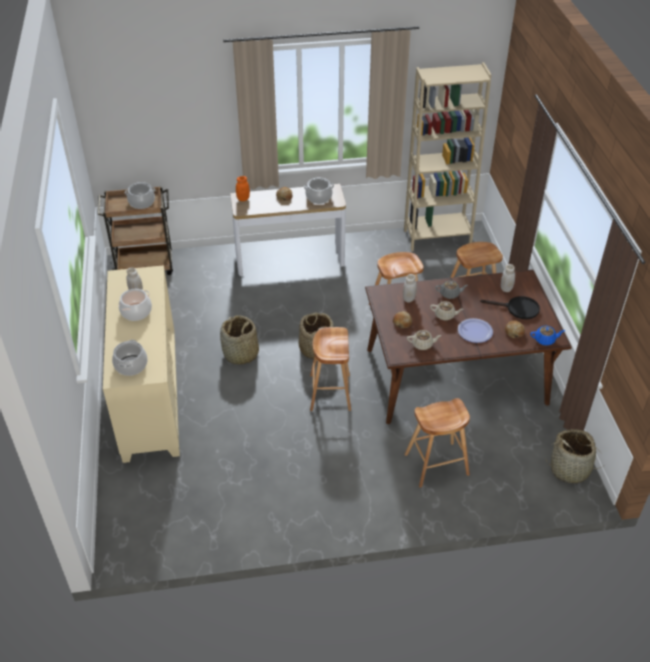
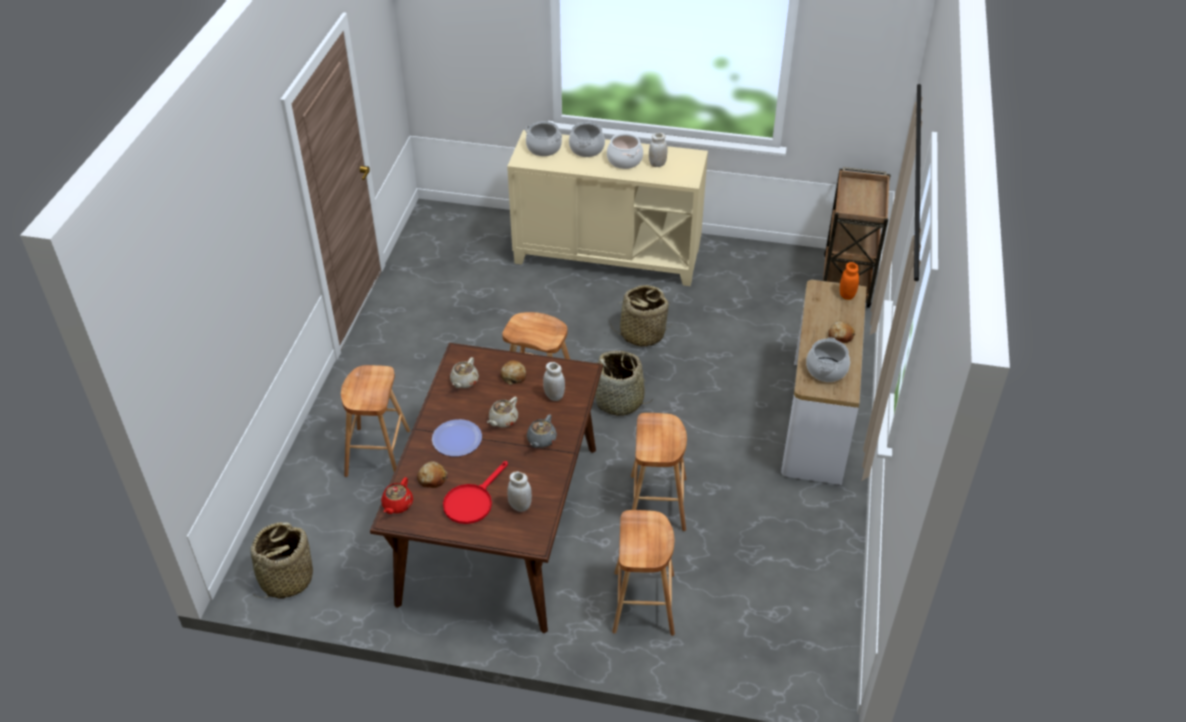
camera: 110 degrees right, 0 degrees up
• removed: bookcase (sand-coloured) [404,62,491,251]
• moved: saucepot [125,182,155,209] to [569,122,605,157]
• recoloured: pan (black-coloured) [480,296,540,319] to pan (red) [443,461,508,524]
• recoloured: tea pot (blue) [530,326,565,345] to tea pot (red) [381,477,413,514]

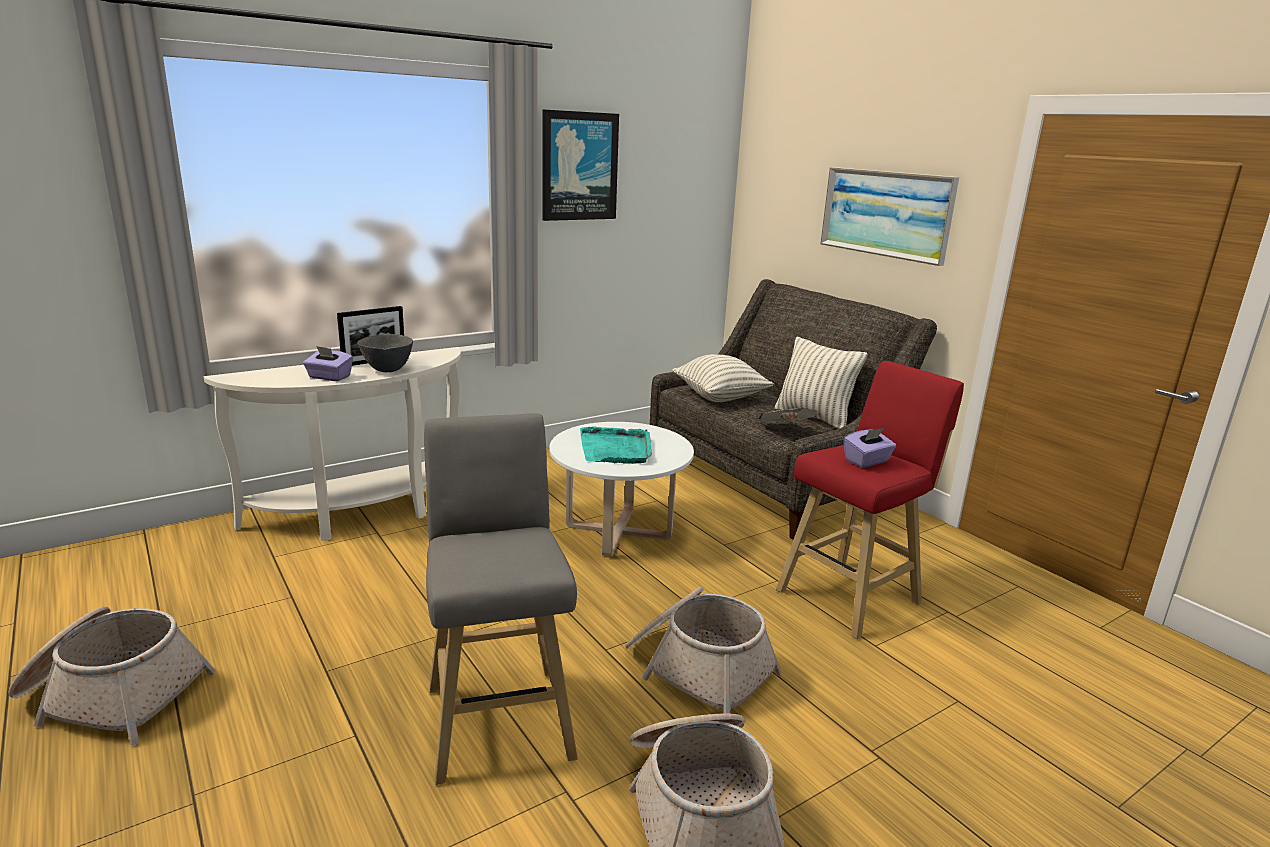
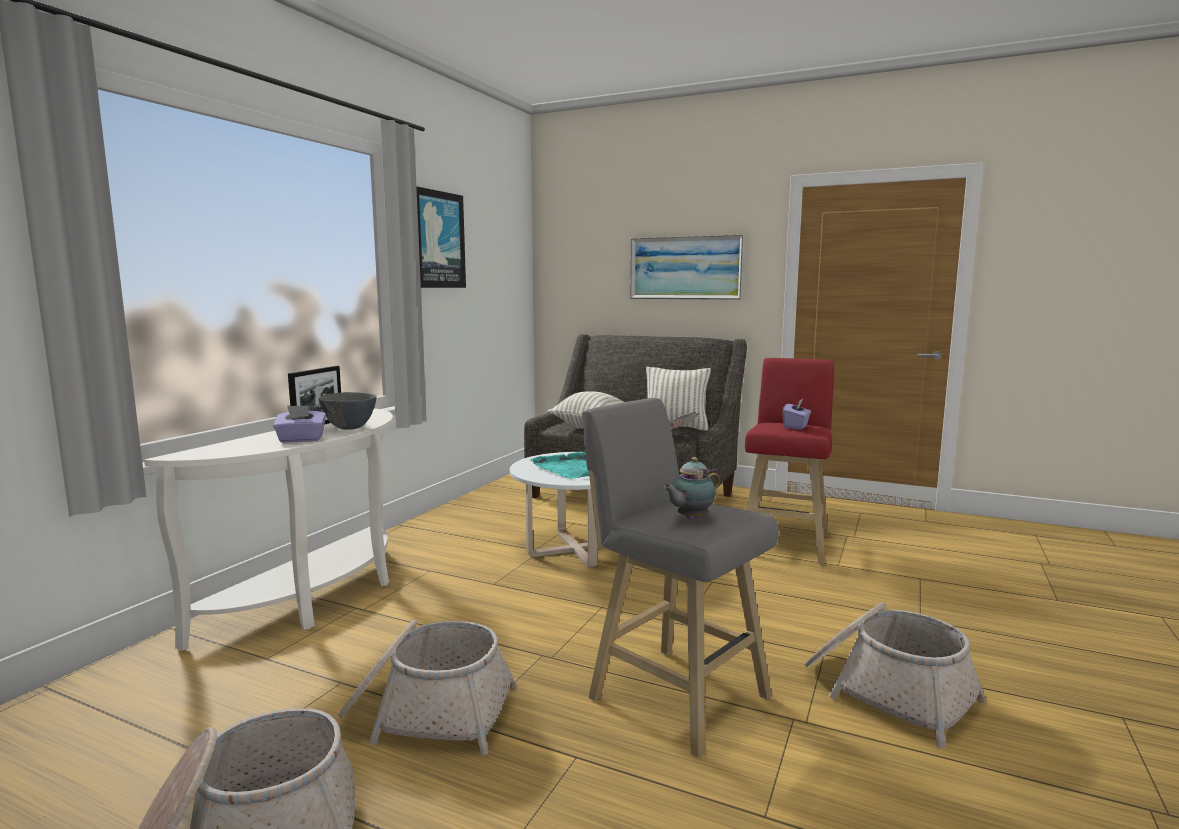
camera: 30 degrees left, 10 degrees down
• added: tea pot [663,457,720,519]
• moved: household basket [625,587,782,714] to [338,620,517,755]

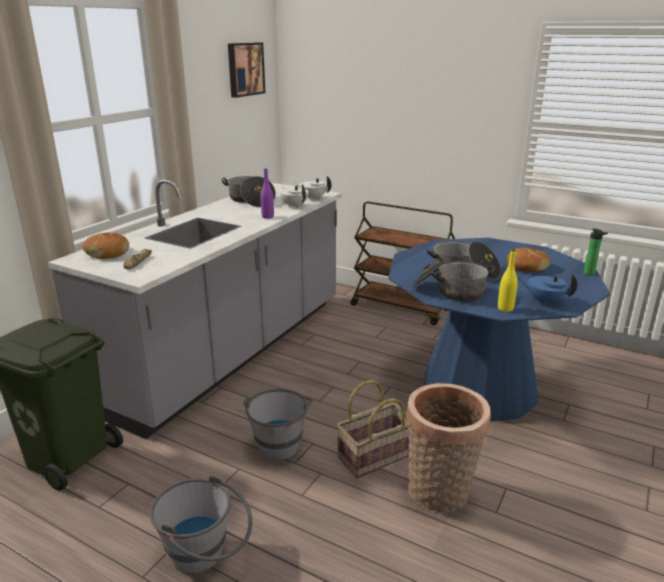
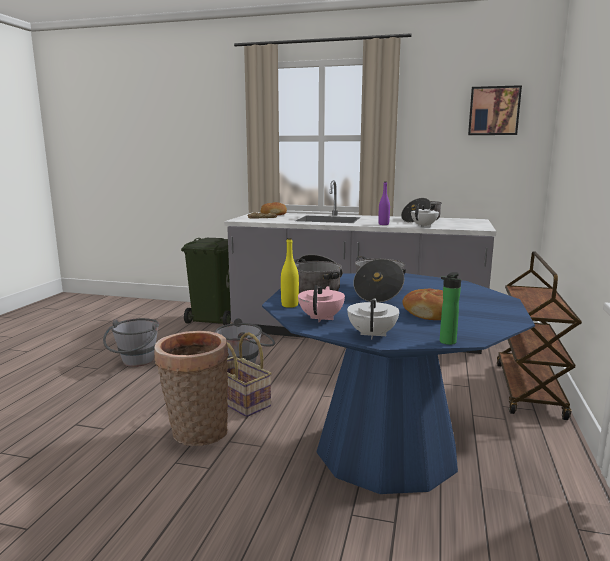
camera: 75 degrees right, 10 degrees down
• moved: tea pot (whitish) [294,176,332,200] to [347,298,399,340]
• recoloured: tea pot (blue) [517,274,578,305] to tea pot (pink-coloured) [298,285,345,323]

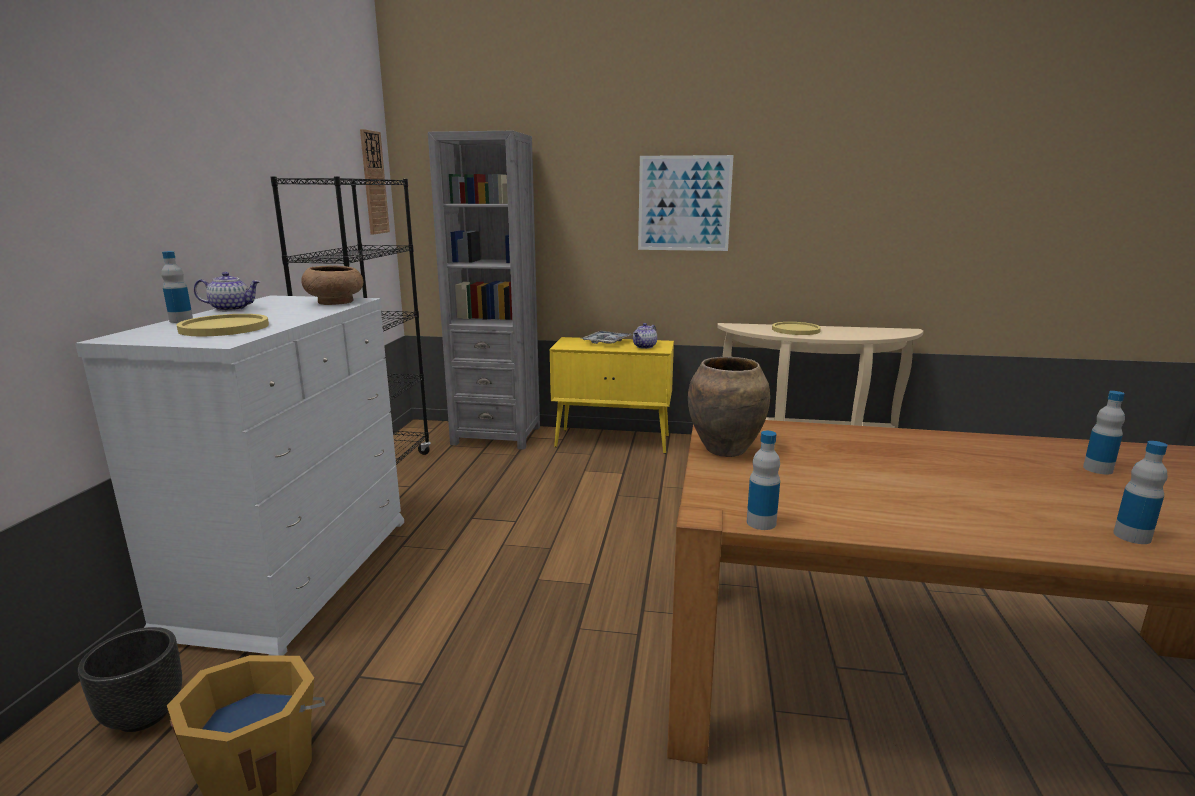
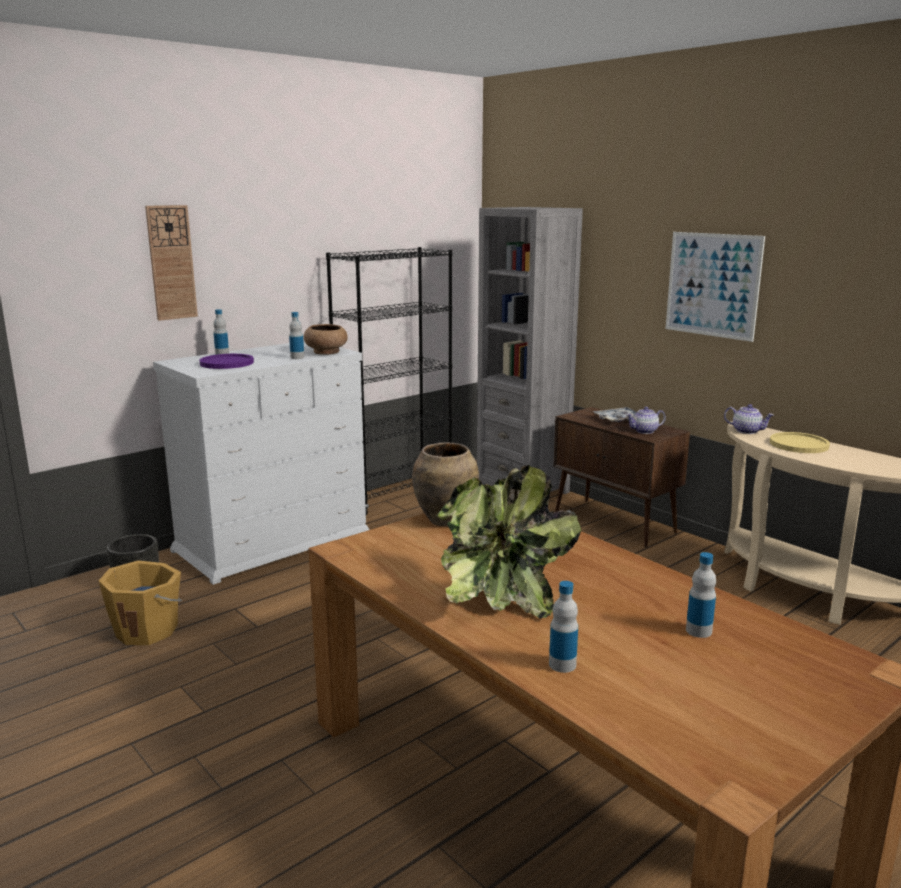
camera: 40 degrees right, 0 degrees up
• added: potted plant [436,465,581,618]
• moved: tea pot [194,272,261,311] to [724,404,774,434]
• moved: hanging clock [360,129,390,234] to [145,205,198,321]
• moved: beverage bottle [747,431,780,530] to [289,312,304,359]
• recoloured: flat dish (yellow) [176,314,269,336] to flat dish (purple) [200,354,254,369]
• recoloured: cabinet (yellow) [550,337,674,454] to cabinet (brown-coloured) [554,407,690,547]

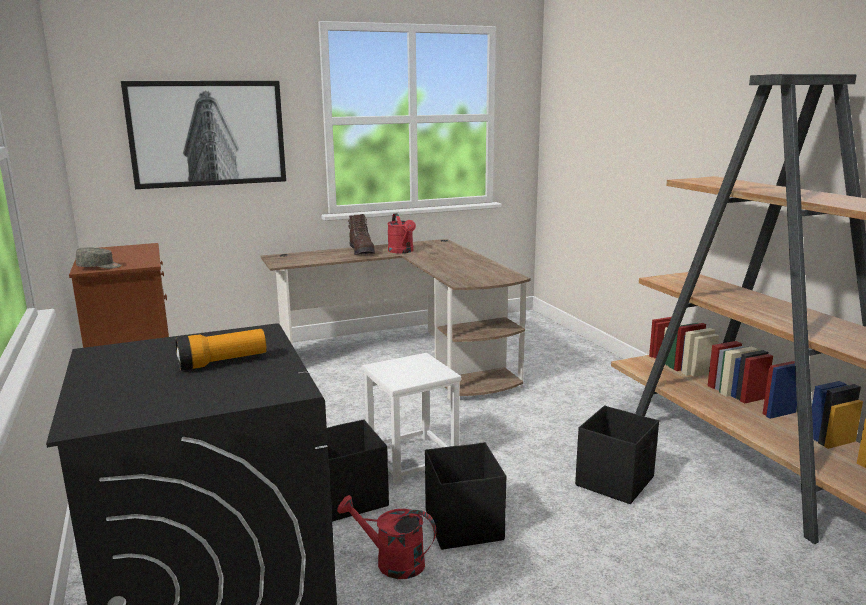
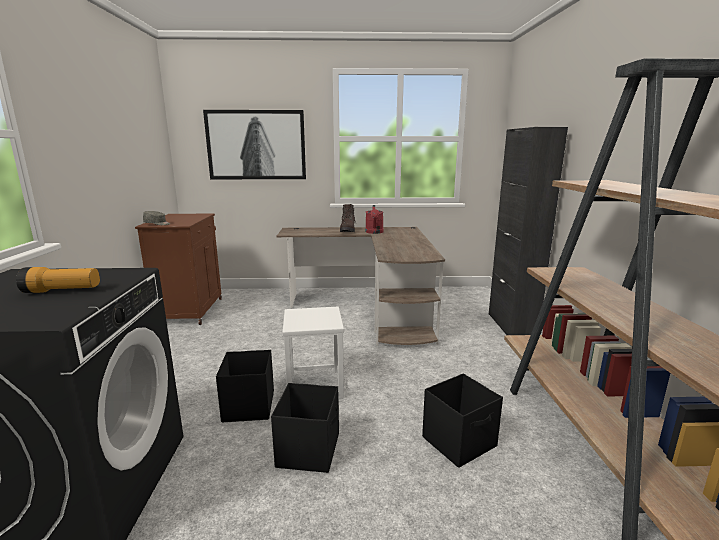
camera: 20 degrees right, 0 degrees up
• removed: watering can (red) [337,495,436,579]
• added: cabinet (black-coloured) [489,127,568,335]

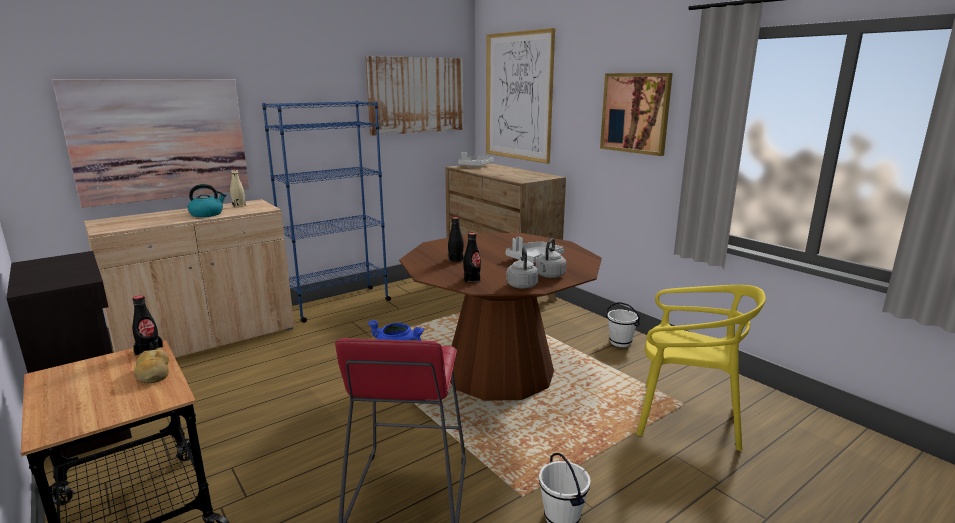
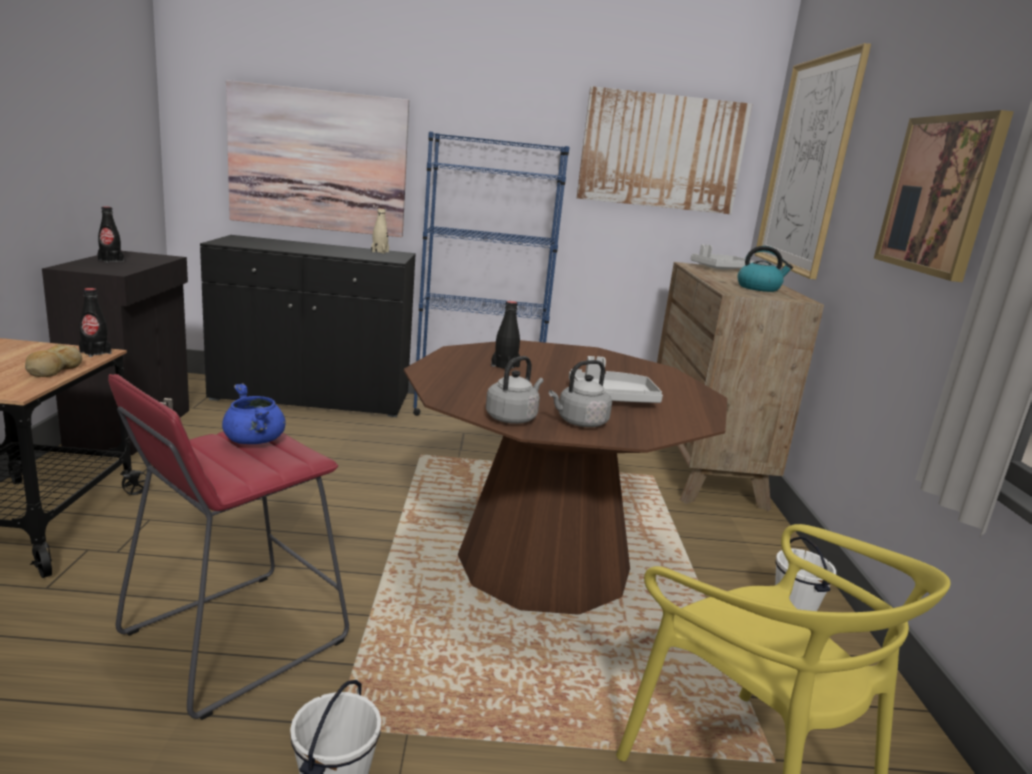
camera: 35 degrees right, 0 degrees up
• moved: tea kettle [187,184,227,217] to [738,246,793,292]
• moved: beverage bottle (black-coloured) [463,233,481,282] to [98,206,124,263]
• recoloured: cabinet (sand-coloured) [84,199,294,358] to cabinet (black-coloured) [200,235,416,417]

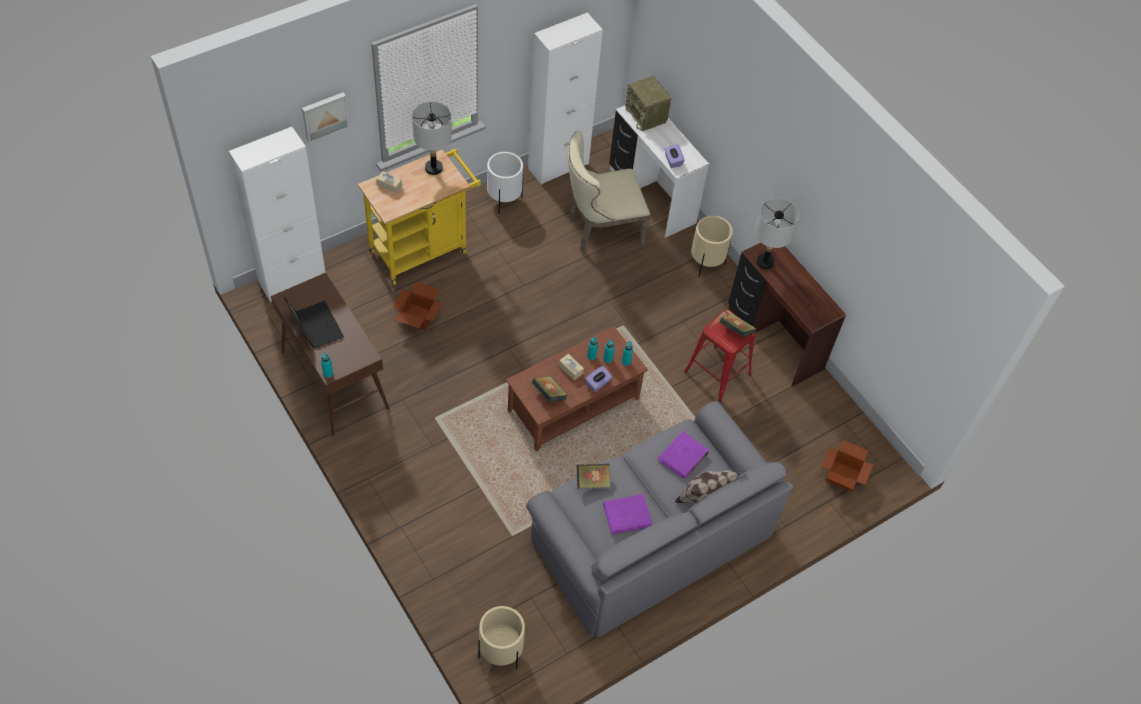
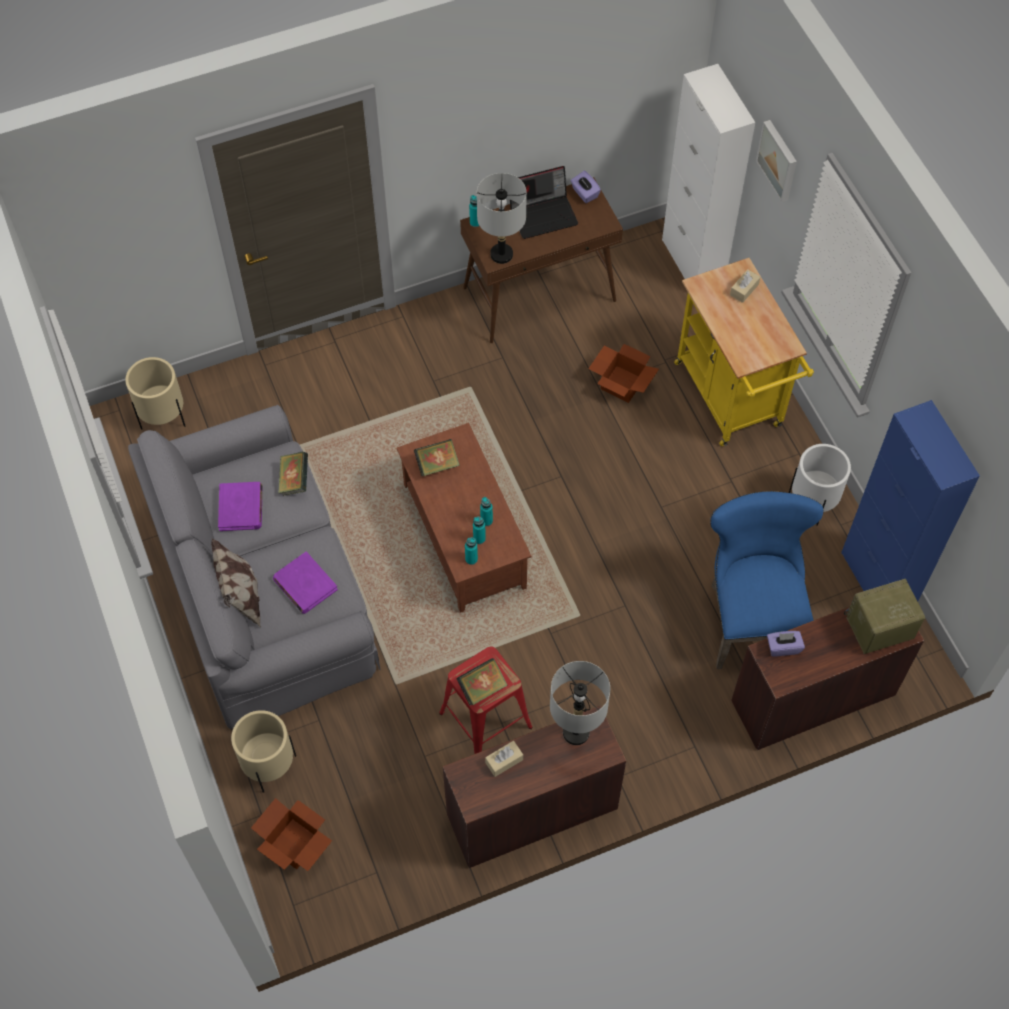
camera: 105 degrees right, 5 degrees up
• moved: lamp for a table (grey) [412,102,452,175] to [477,173,527,264]
• moved: box of tissues (sand-coloured) [559,354,584,380] to [485,741,523,777]
• moved: box of tissues (purple) [585,366,612,392] to [571,171,601,203]
• moved: plant pot (sand-coloured) [691,216,733,277] to [231,710,296,793]
• recoloured: cabinet (whitish) [528,13,603,185] to cabinet (blue) [841,400,980,601]
• recoloured: upright chair (sand-coloured) [568,131,650,253] to upright chair (blue) [710,491,824,669]
• recoloured: desk unit (whitish) [609,105,709,238] to desk unit (brown-coloured) [731,607,924,750]

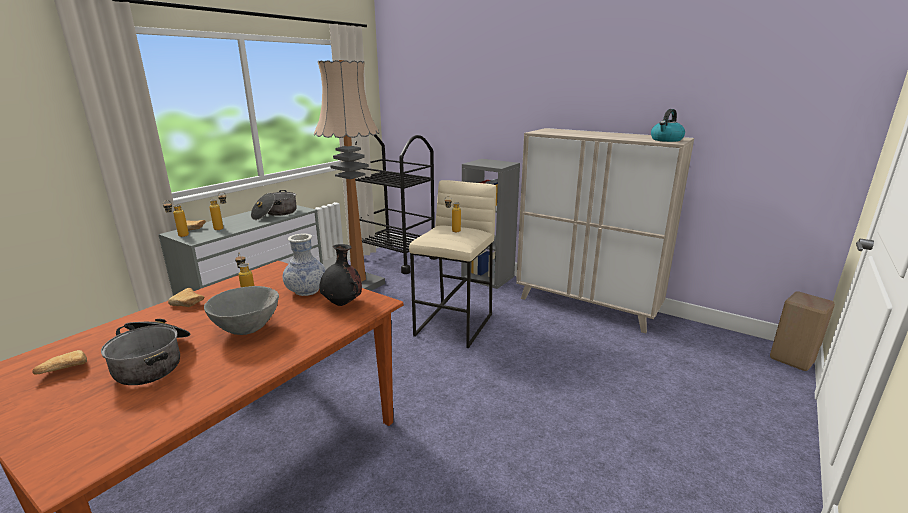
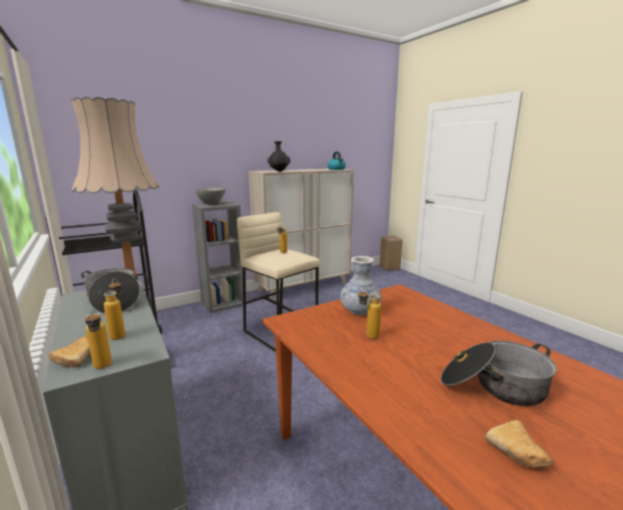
camera: 65 degrees left, 5 degrees down
• removed: baked bread [168,288,204,307]
• moved: serving bowl (grey) [204,286,279,335] to [195,188,226,204]
• moved: vase (black-coloured) [320,244,362,306] to [267,141,290,172]

